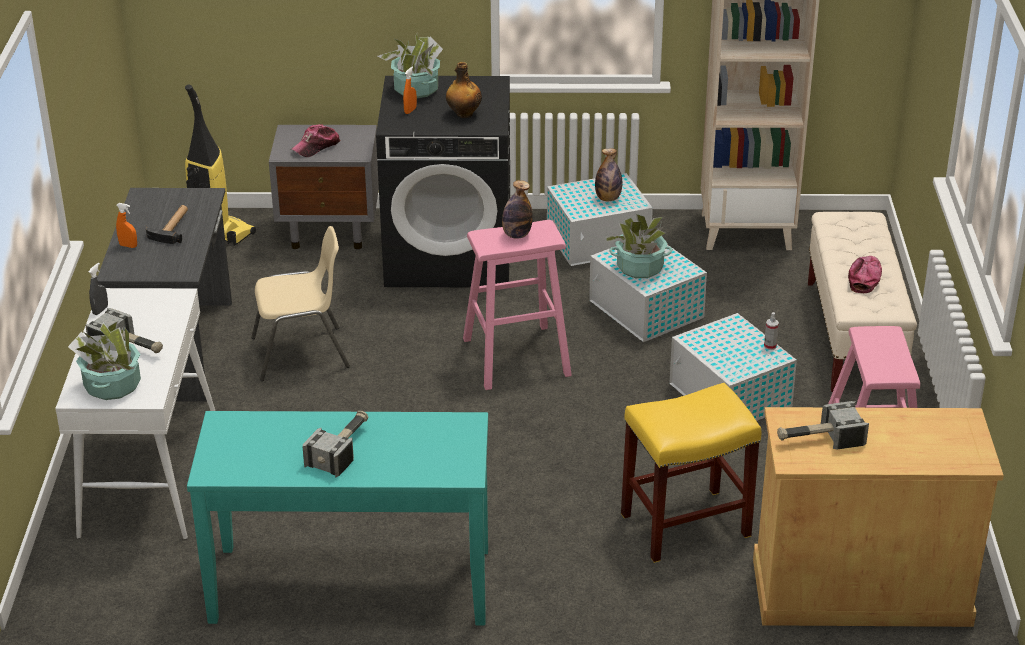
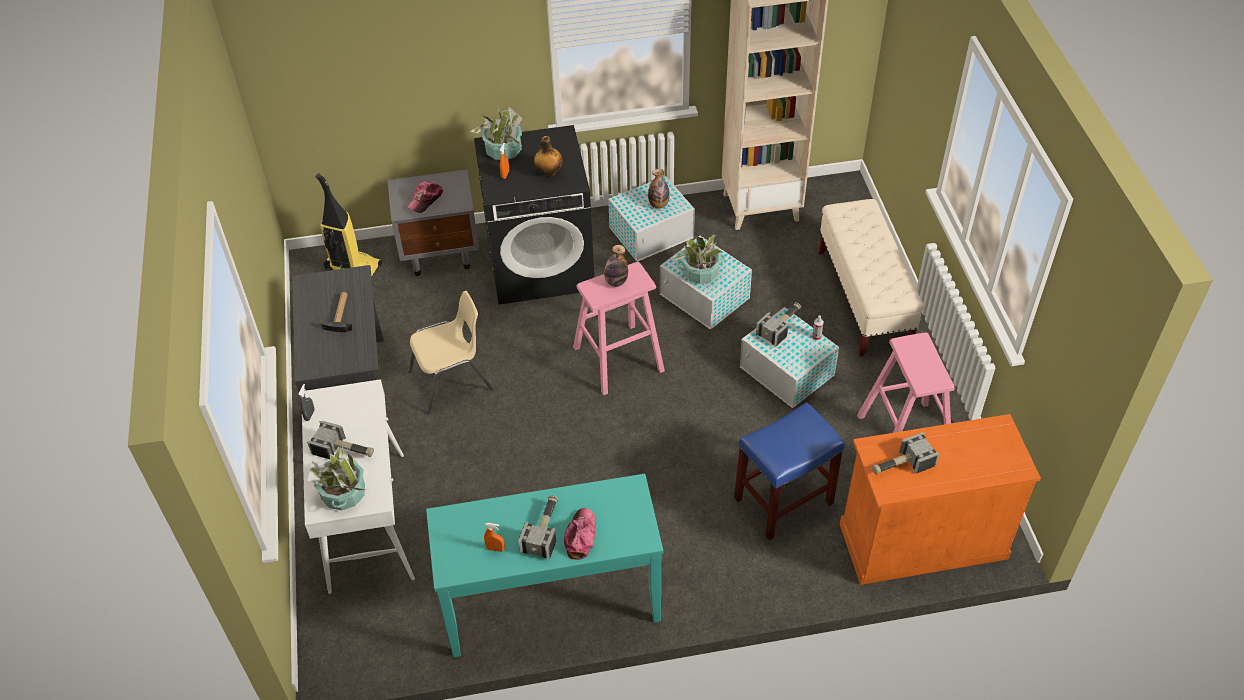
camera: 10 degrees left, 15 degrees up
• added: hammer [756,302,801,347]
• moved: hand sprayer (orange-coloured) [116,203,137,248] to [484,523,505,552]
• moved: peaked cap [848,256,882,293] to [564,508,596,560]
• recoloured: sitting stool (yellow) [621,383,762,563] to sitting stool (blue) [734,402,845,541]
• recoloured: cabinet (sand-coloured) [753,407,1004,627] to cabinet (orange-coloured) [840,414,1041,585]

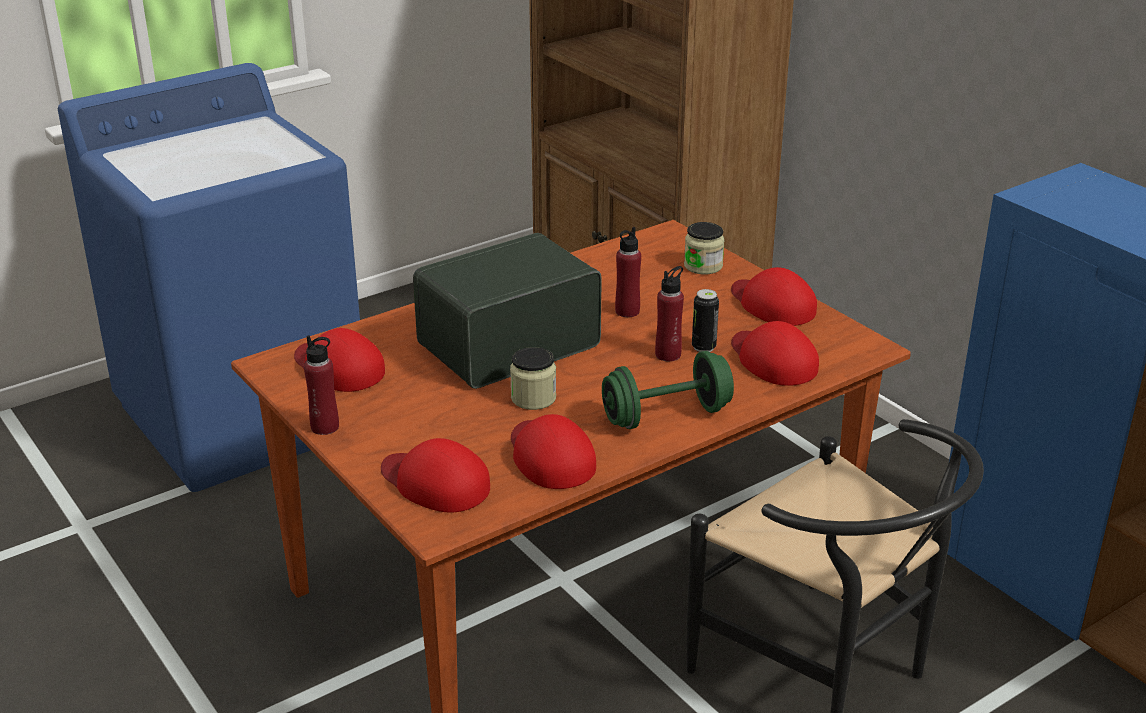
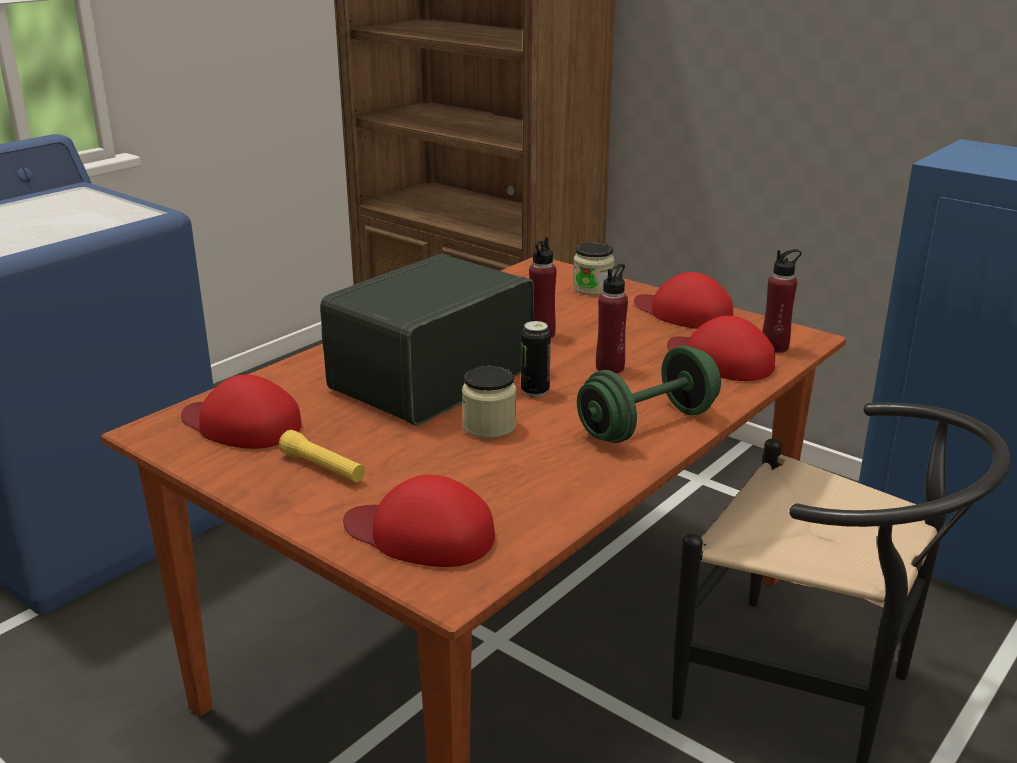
camera: 15 degrees left, 5 degrees down
• removed: peaked cap (red) [511,414,596,489]
• added: flashlight (yellow) [279,430,365,482]
• moved: beverage bottle (red) [304,335,339,435] to [762,249,802,353]
• moved: metal can [692,289,719,352] to [521,321,551,397]

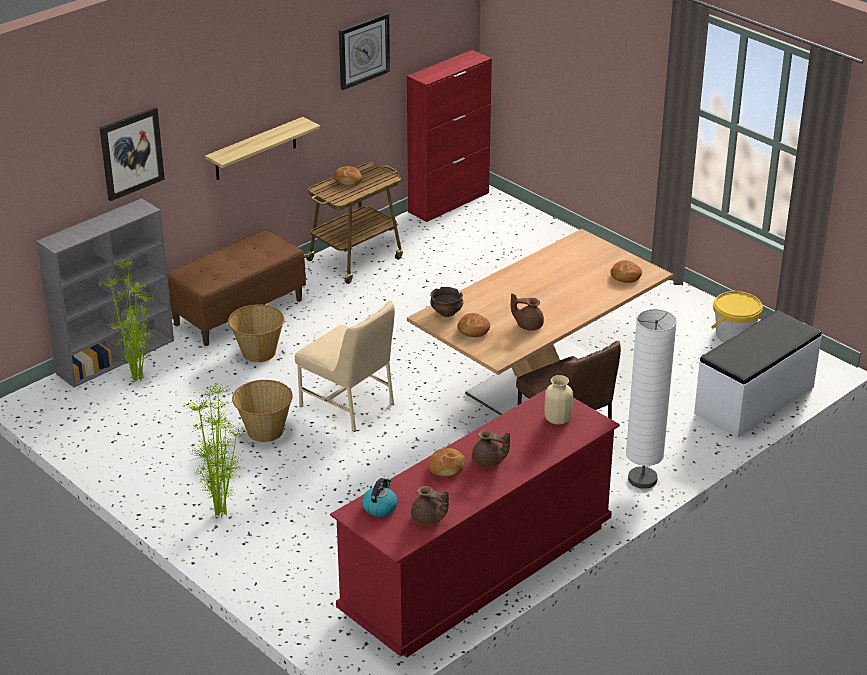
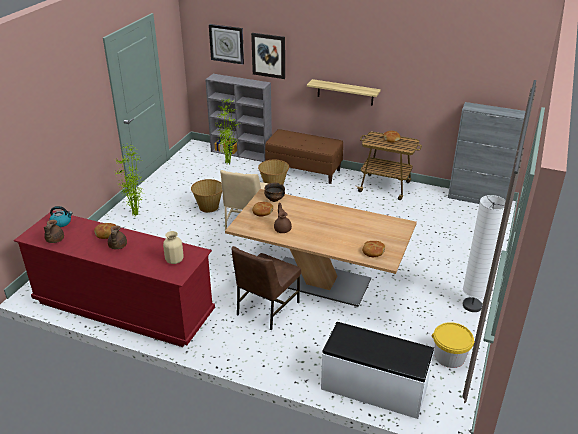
camera: 65 degrees right, 0 degrees up
• moved: hanging clock [339,13,390,90] to [209,24,244,65]
• moved: standing lamp (whitish) [626,309,677,489] to [463,195,506,312]
• recoloured: cabinet (red) [407,50,492,222] to cabinet (grey) [448,102,526,204]

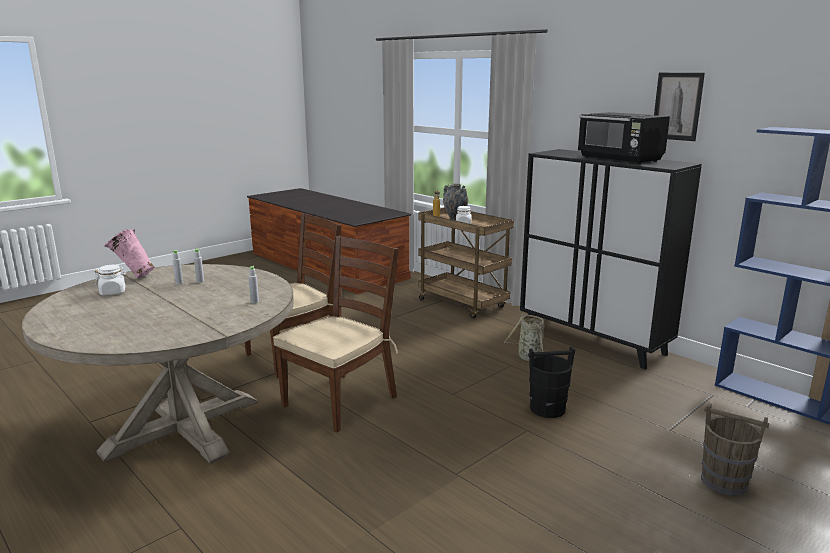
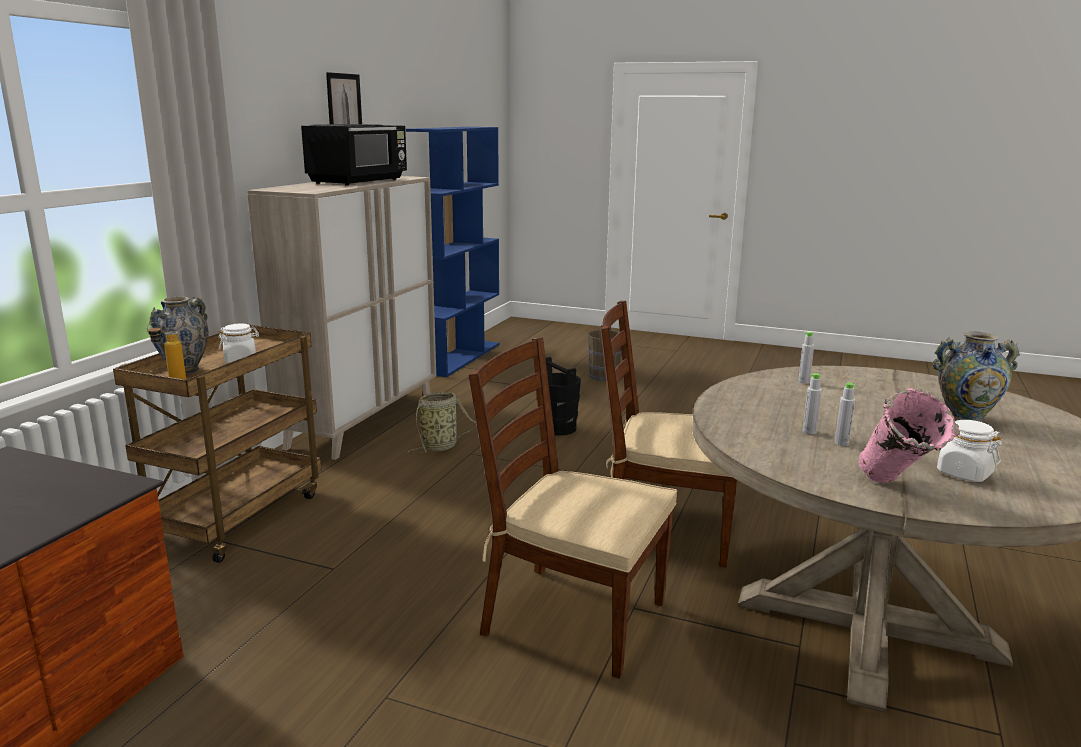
camera: 115 degrees left, 0 degrees up
• added: vase [932,332,1020,423]
• recoloured: cabinet (black-coloured) [520,149,702,370] to cabinet (sand-coloured) [247,176,436,460]

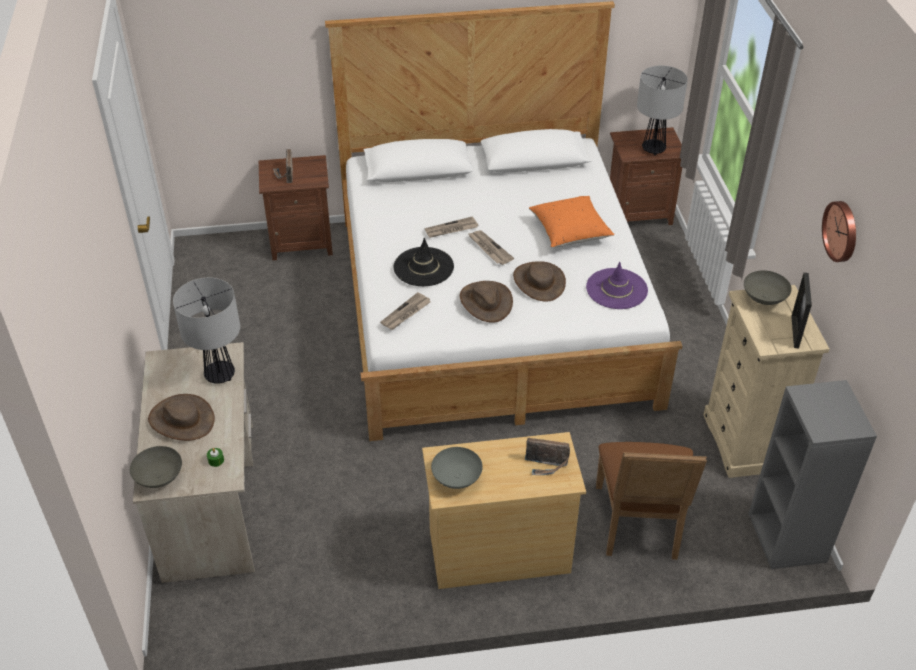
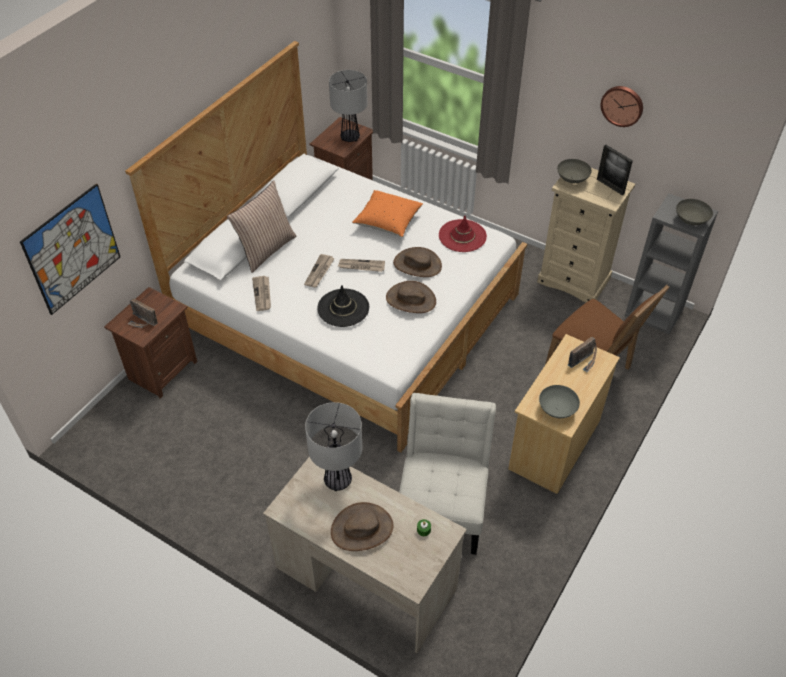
camera: 50 degrees left, 5 degrees up
• added: picture [20,183,120,315]
• added: cushion [227,180,297,273]
• added: upright chair (whitish) [399,393,496,555]
• moved: serving bowl (grey) [130,446,182,488] to [676,199,713,225]
• moved: daily paper [380,292,431,330] to [252,276,271,311]
• recoloured: wearable hat (purple) [586,262,648,309] to wearable hat (red) [439,215,487,252]

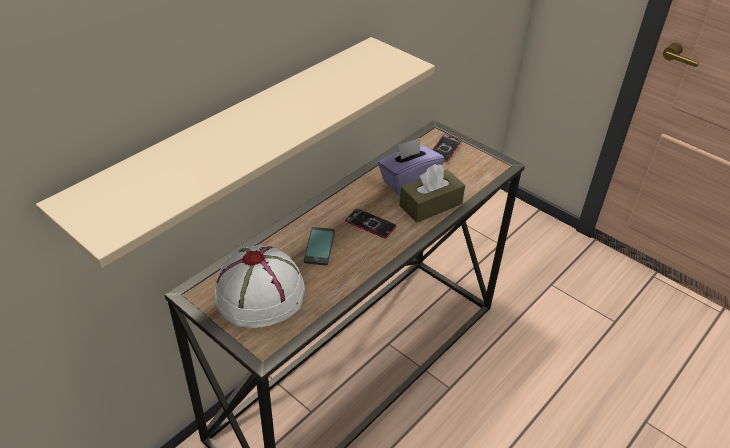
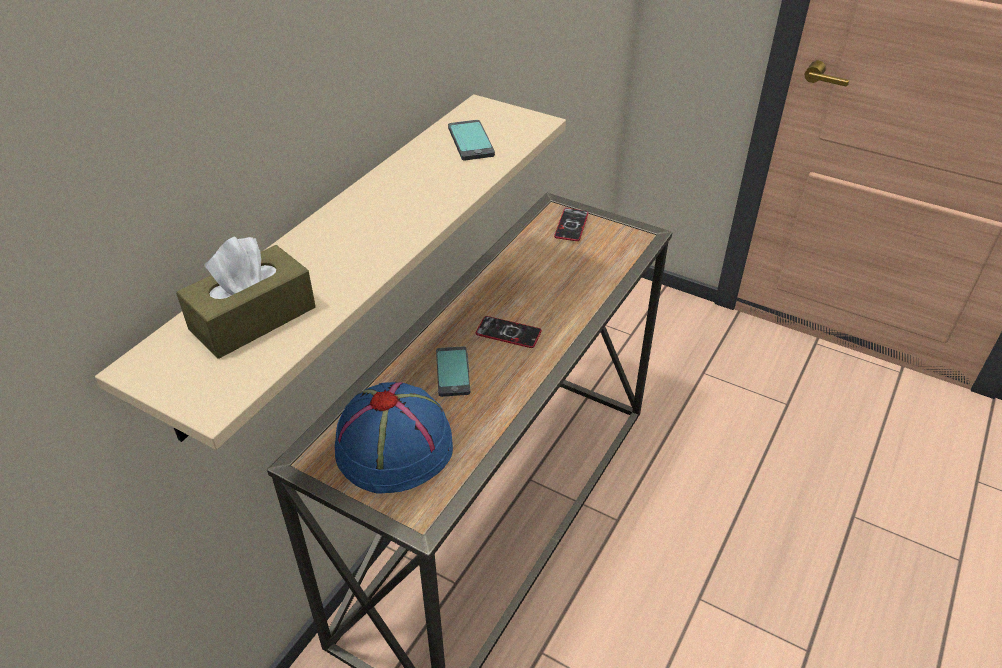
camera: 10 degrees left, 0 degrees up
• removed: box of tissues (purple) [378,138,444,194]
• added: handset [448,120,495,160]
• moved: box of tissues (brown-coloured) [399,164,465,223] to [176,237,316,359]
• recoloured: wearable hat (whitish) [215,245,305,328] to wearable hat (blue) [335,382,453,494]

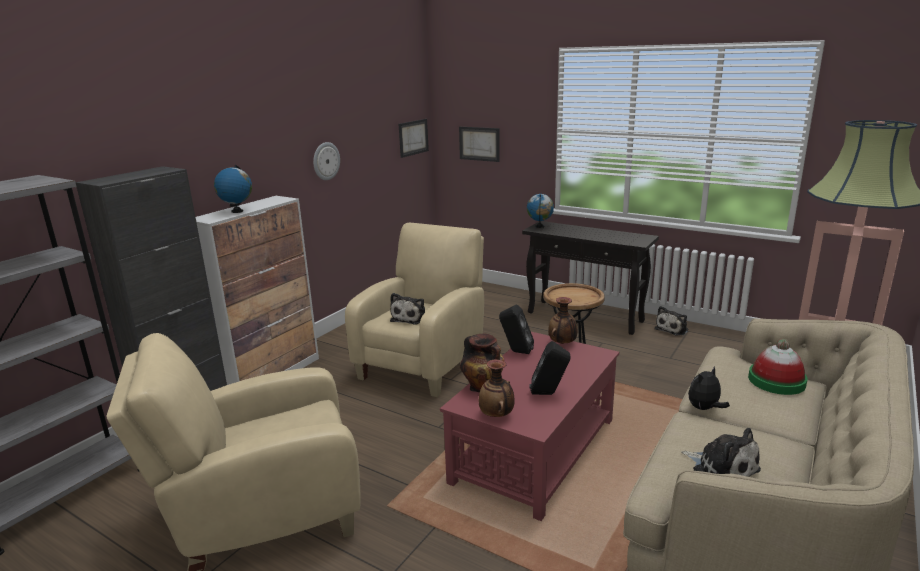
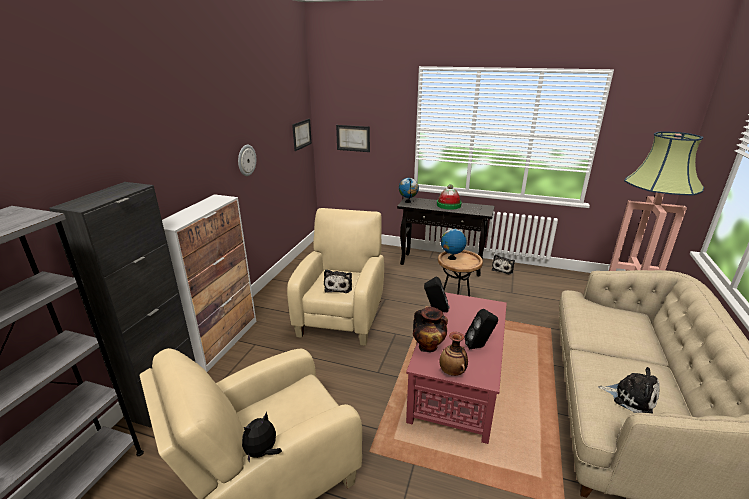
camera: 15 degrees left, 5 degrees up
• removed: vase [548,297,578,344]
• moved: globe [214,165,252,213] to [441,227,467,260]
• moved: soft toy [688,366,730,410] to [242,411,282,463]
• moved: wearable hat [748,339,807,395] to [437,184,462,210]

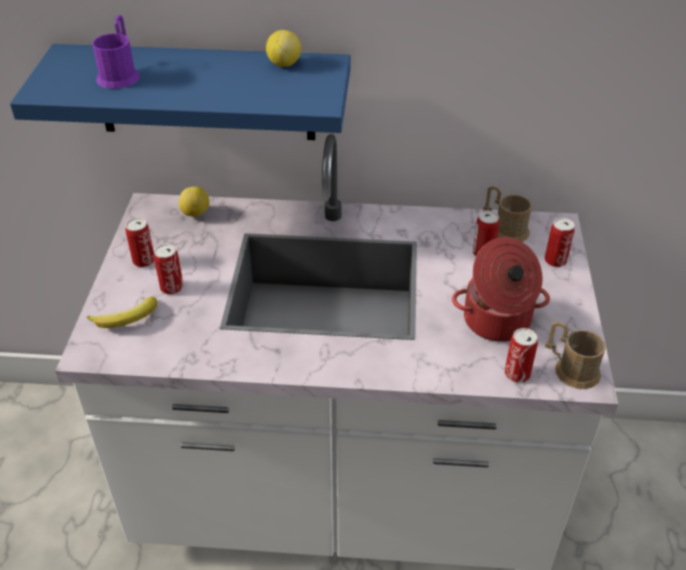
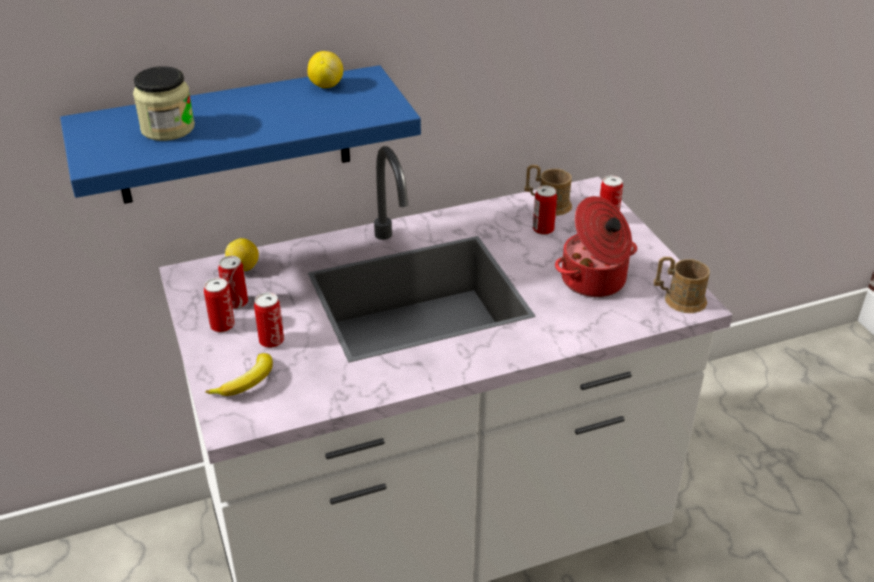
camera: 25 degrees left, 5 degrees down
• moved: metal can [505,328,538,383] to [218,256,248,309]
• replaced: coffee mug (purple) [92,15,140,89] to preserve jar [133,66,195,141]

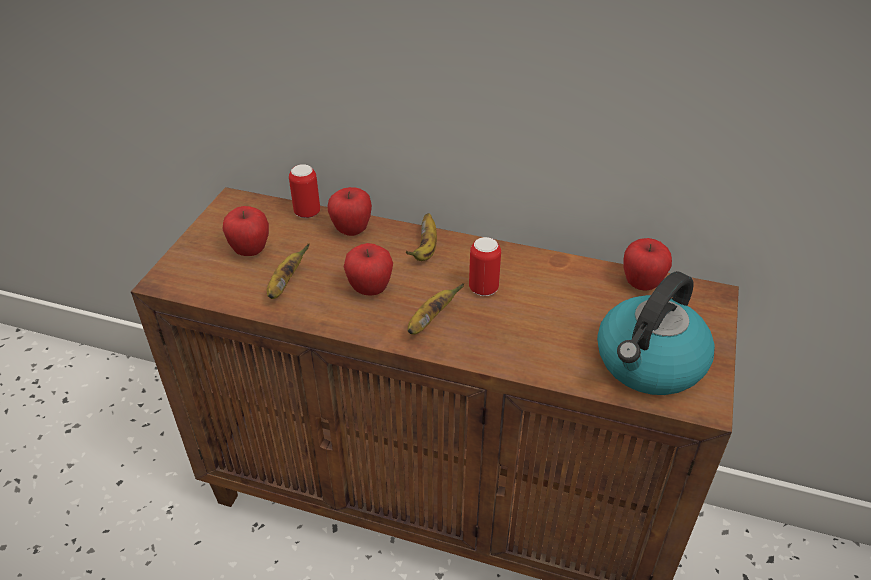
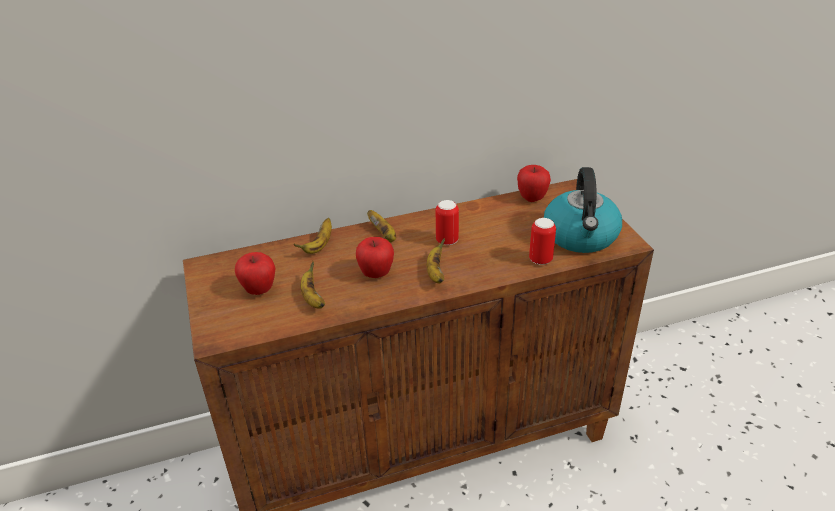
camera: 35 degrees left, 5 degrees down
• moved: metal can [289,164,320,218] to [529,218,556,265]
• replaced: apple fruit [327,187,372,236] to banana fruit [294,218,332,254]

